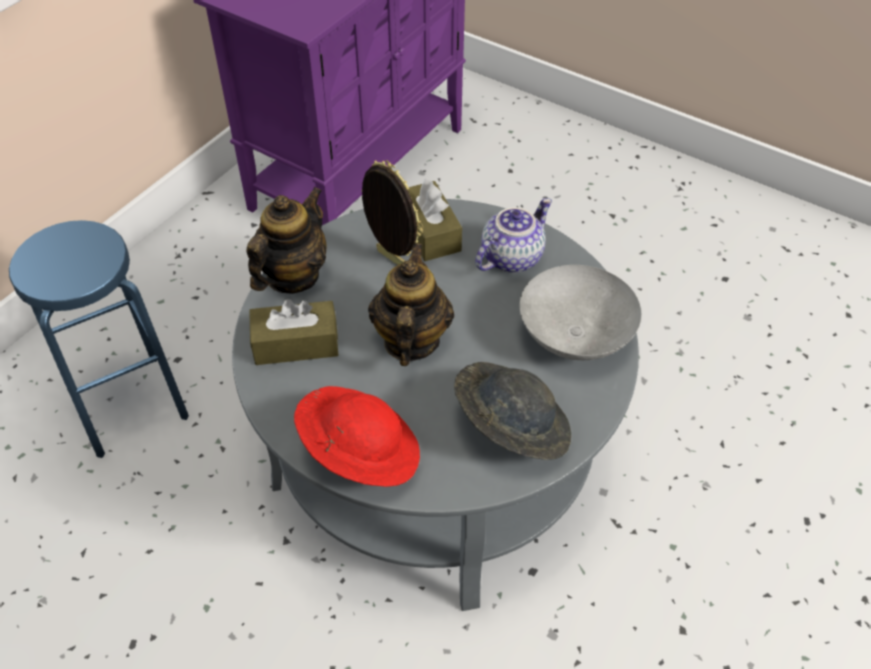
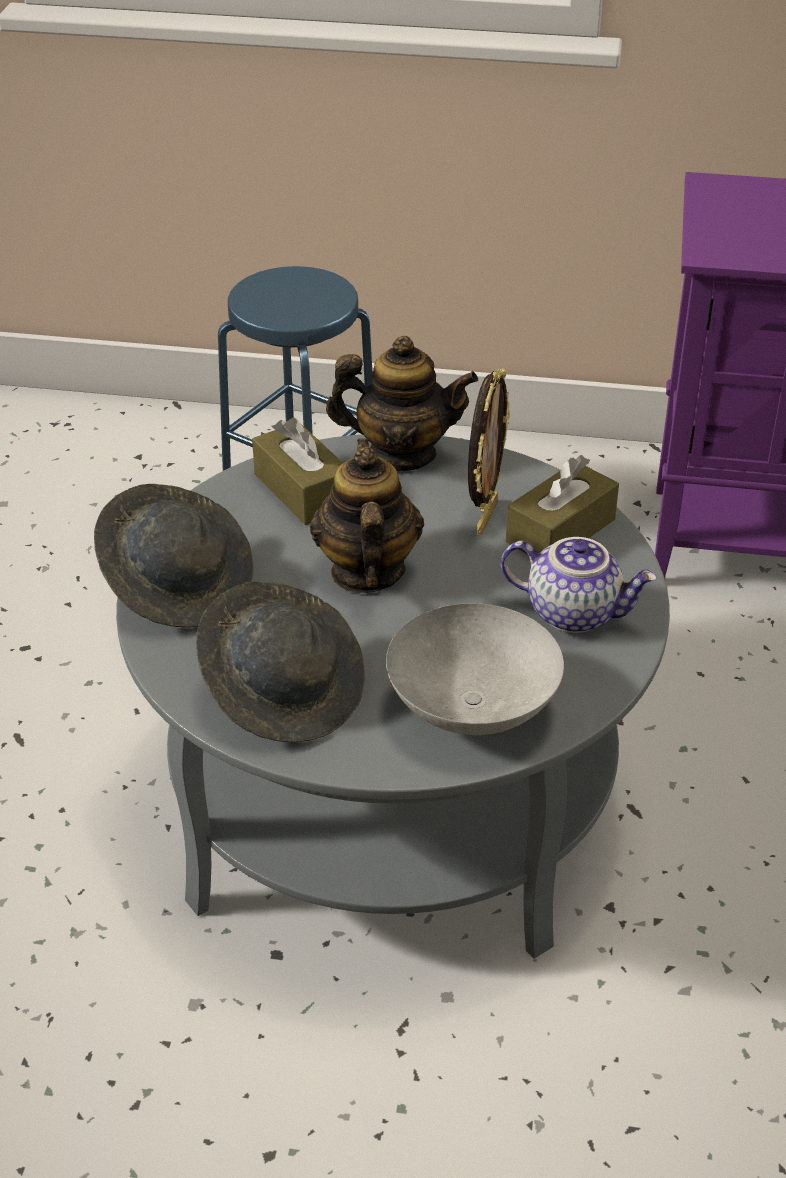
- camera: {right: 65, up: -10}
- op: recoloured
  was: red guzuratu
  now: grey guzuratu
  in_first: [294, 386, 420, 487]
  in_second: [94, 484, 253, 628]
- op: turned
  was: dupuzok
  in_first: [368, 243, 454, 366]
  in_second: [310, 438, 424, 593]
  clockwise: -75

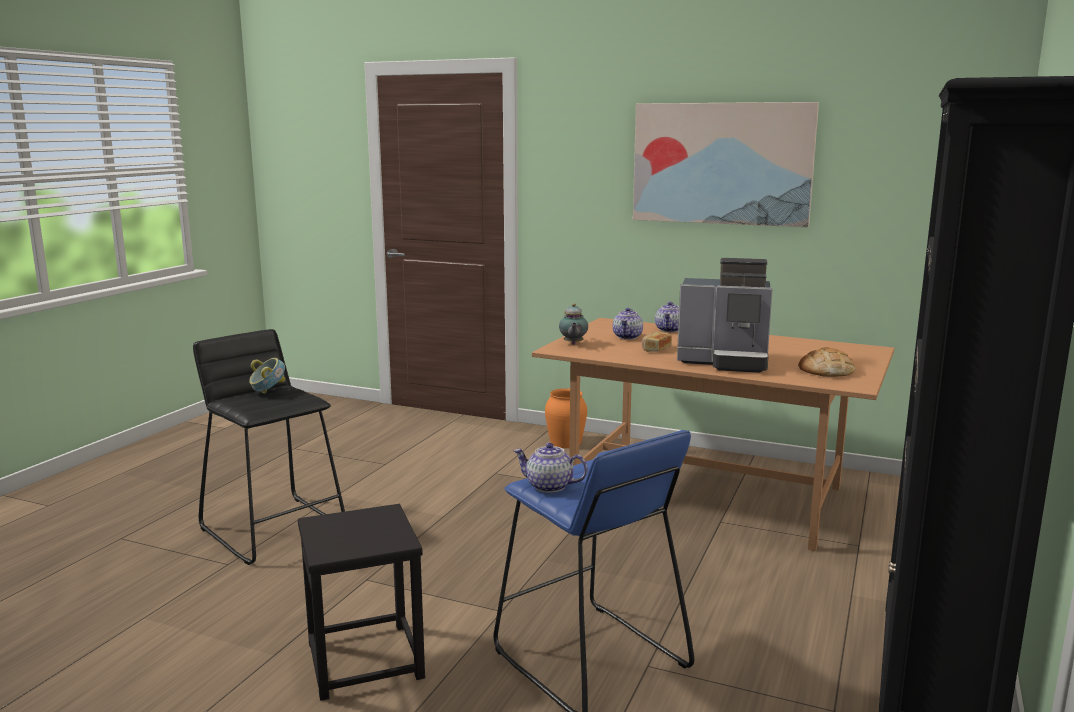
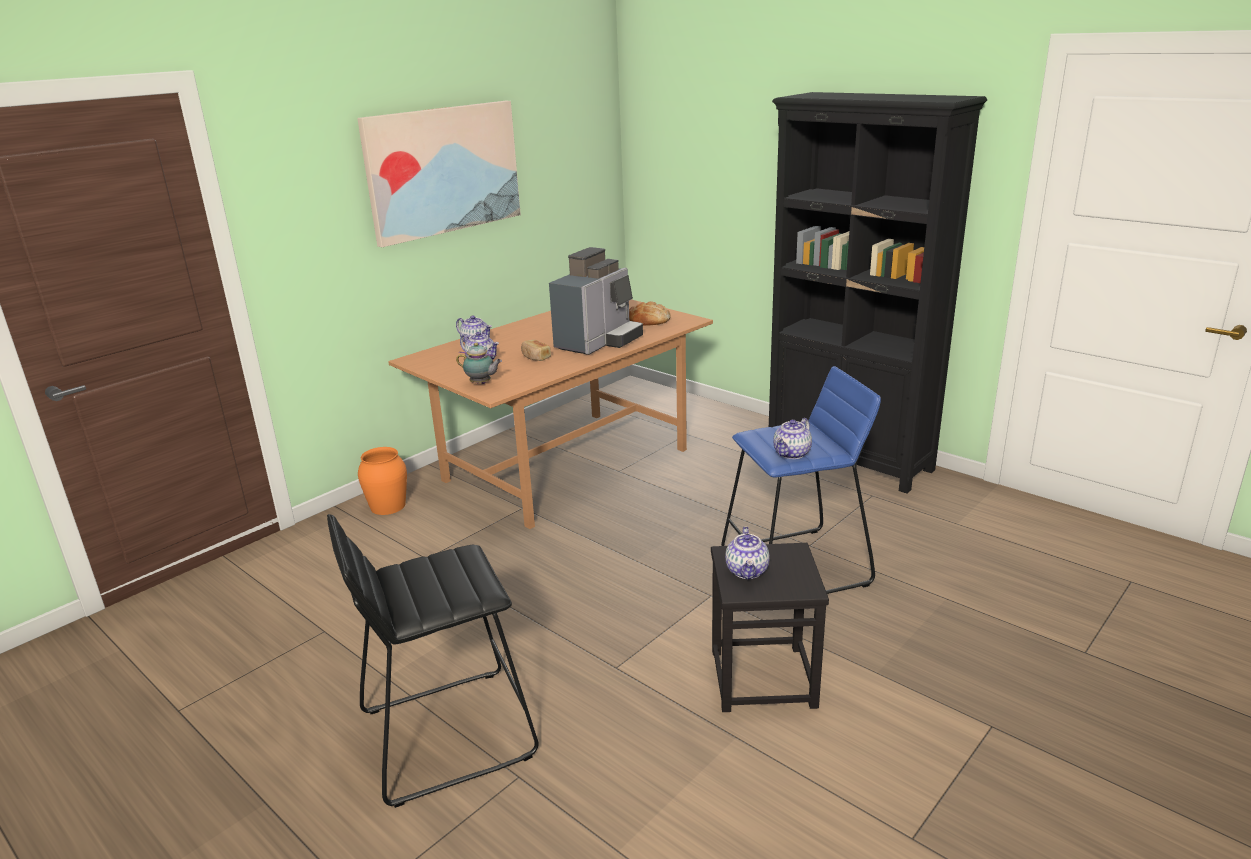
- camera: {right: -70, up: 10}
- op: removed
  was: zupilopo
  in_first: [249, 358, 285, 394]
- op: added
  now: dupuzok
  in_second: [725, 527, 770, 580]

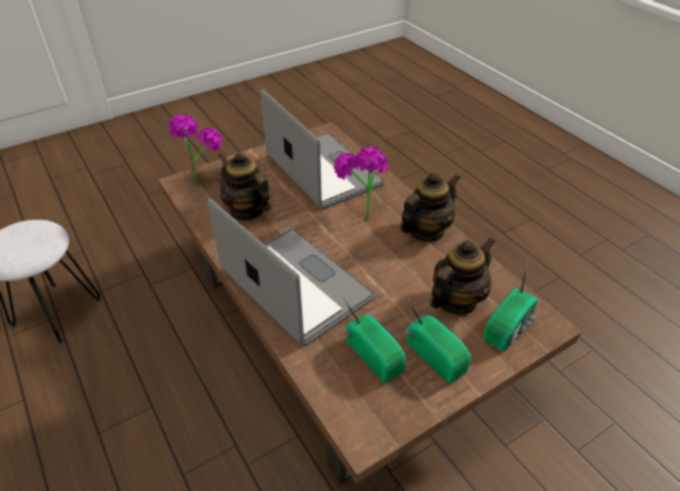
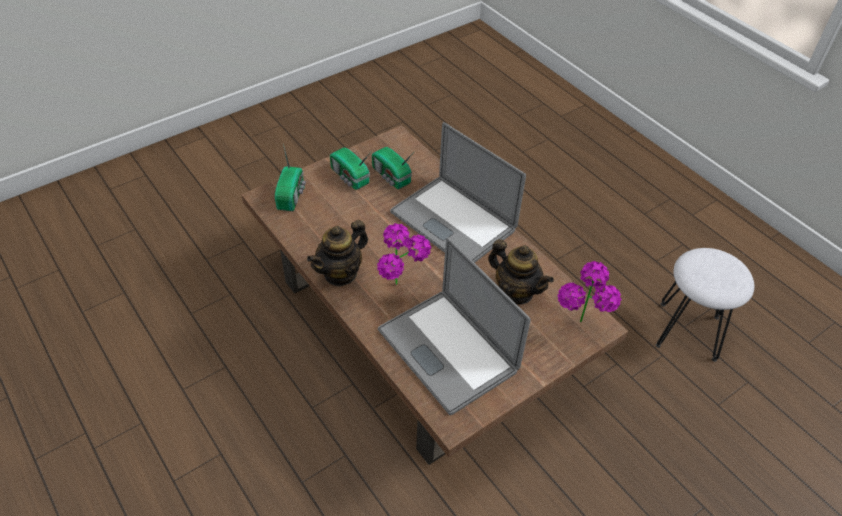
- camera: {right: 175, up: 5}
- op: removed
  was: dupuzok
  in_first: [430, 238, 495, 314]
- op: turned
  was: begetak
  in_first: [483, 259, 538, 351]
  in_second: [275, 143, 306, 211]
  clockwise: 150

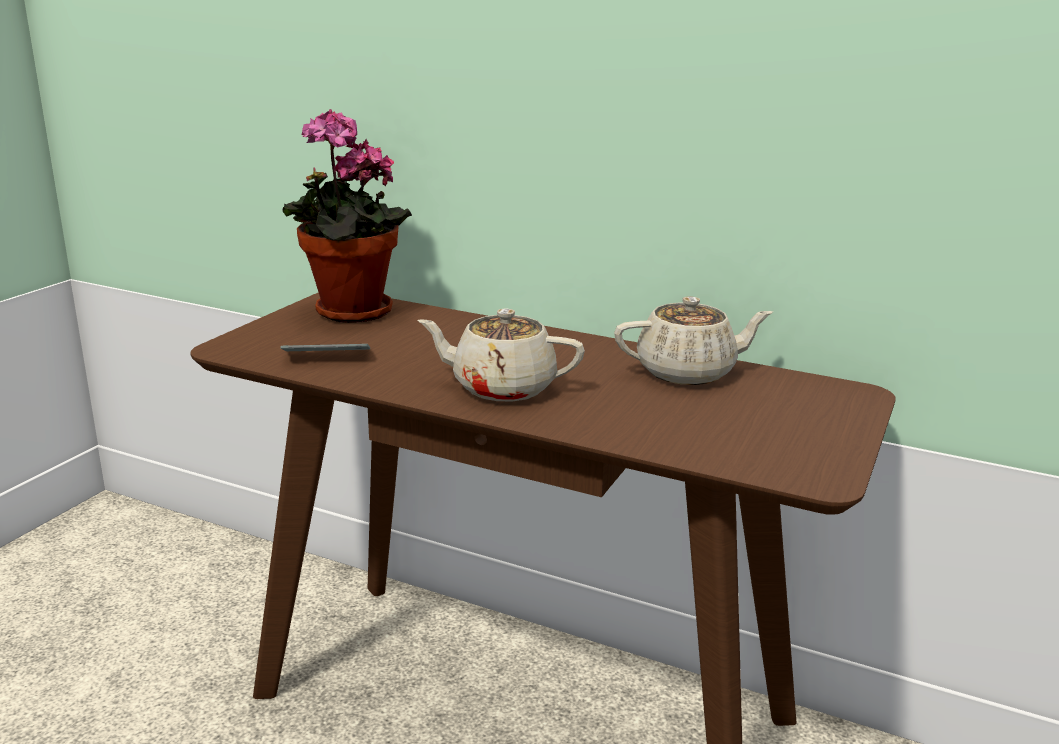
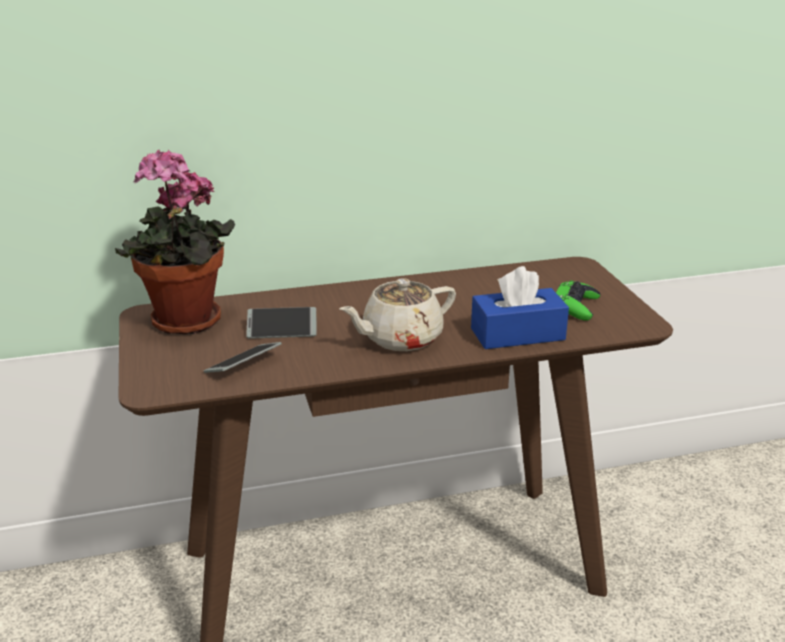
- camera: {right: -40, up: 5}
- op: removed
  was: beige dupuzok
  in_first: [614, 296, 773, 385]
- op: added
  now: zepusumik
  in_second: [246, 307, 317, 339]
- op: added
  now: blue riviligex
  in_second: [471, 266, 569, 349]
- op: added
  now: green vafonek
  in_second: [556, 281, 600, 321]

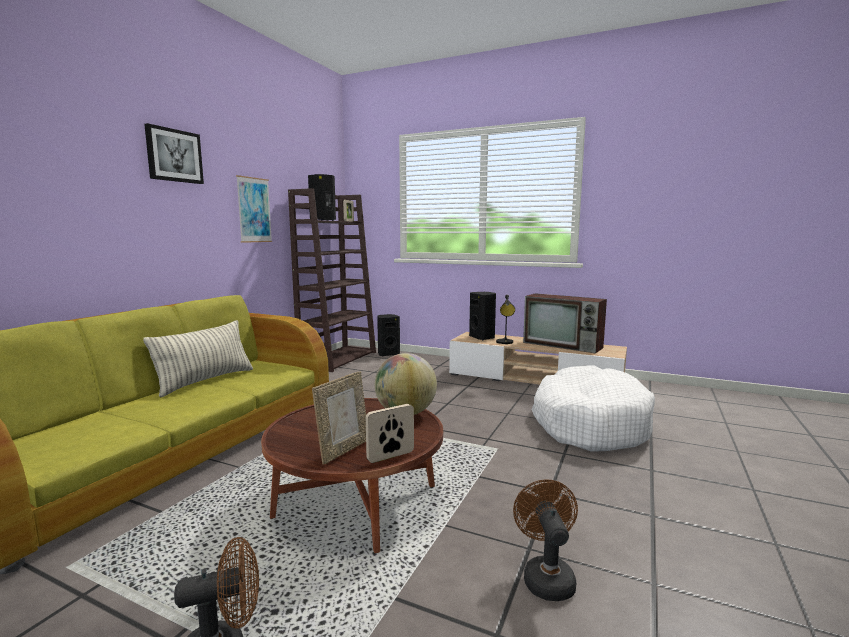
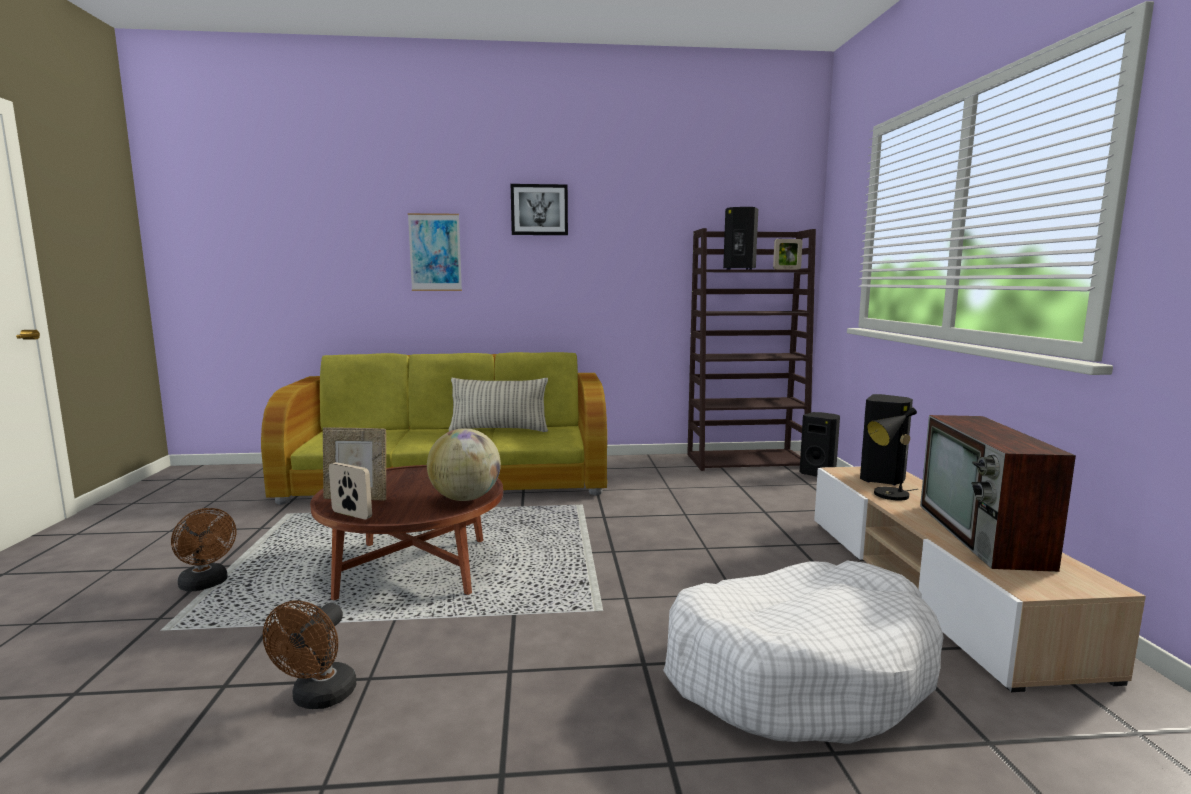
- camera: {right: 60, up: 0}
- op: moved
  was: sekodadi
  in_first: [236, 175, 272, 243]
  in_second: [408, 213, 462, 291]
- op: turned
  was: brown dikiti
  in_first: [513, 479, 578, 601]
  in_second: [263, 601, 356, 709]
  clockwise: 135

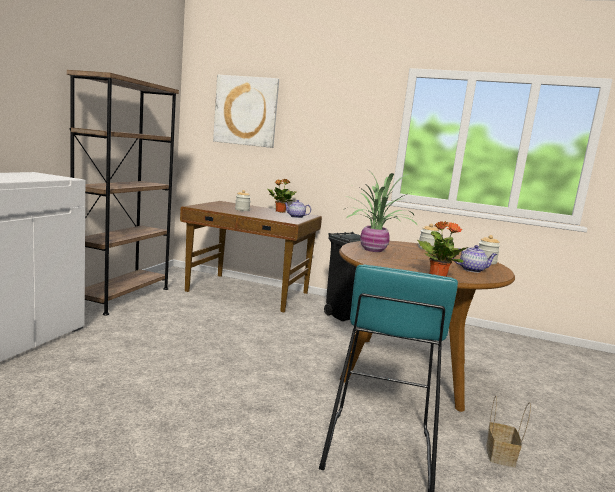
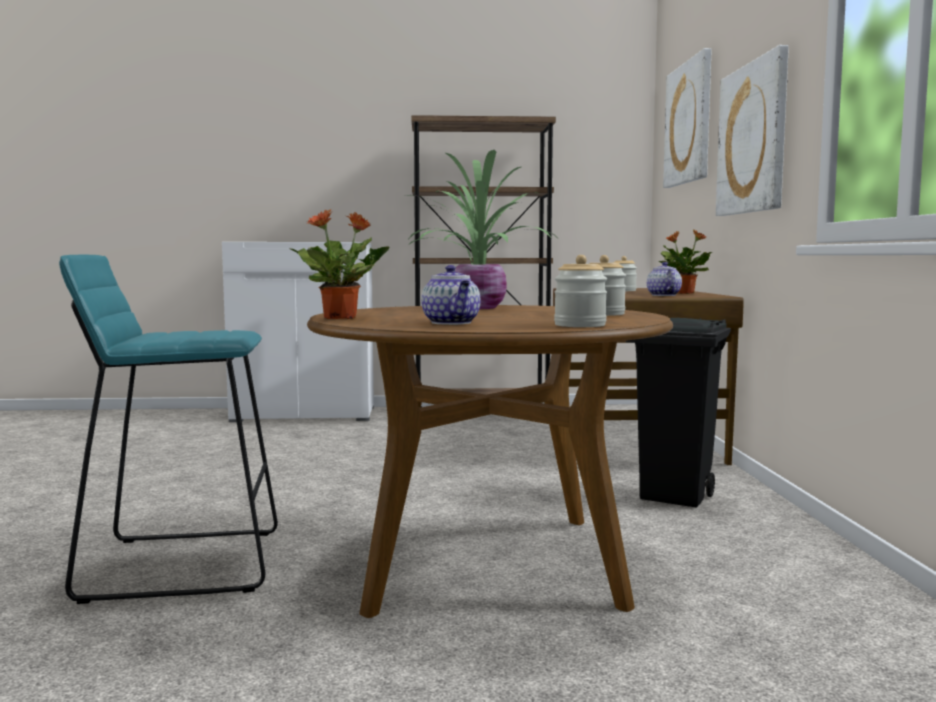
- camera: {right: 70, up: -5}
- op: removed
  was: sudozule
  in_first: [486, 396, 531, 467]
- op: added
  now: sekodadi
  in_second: [716, 45, 789, 216]

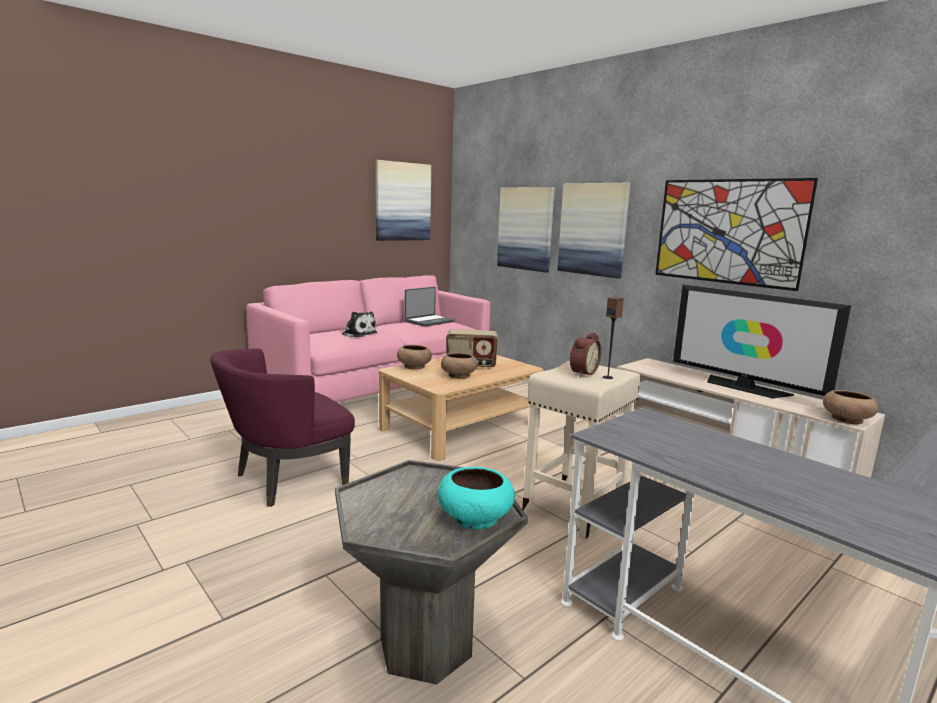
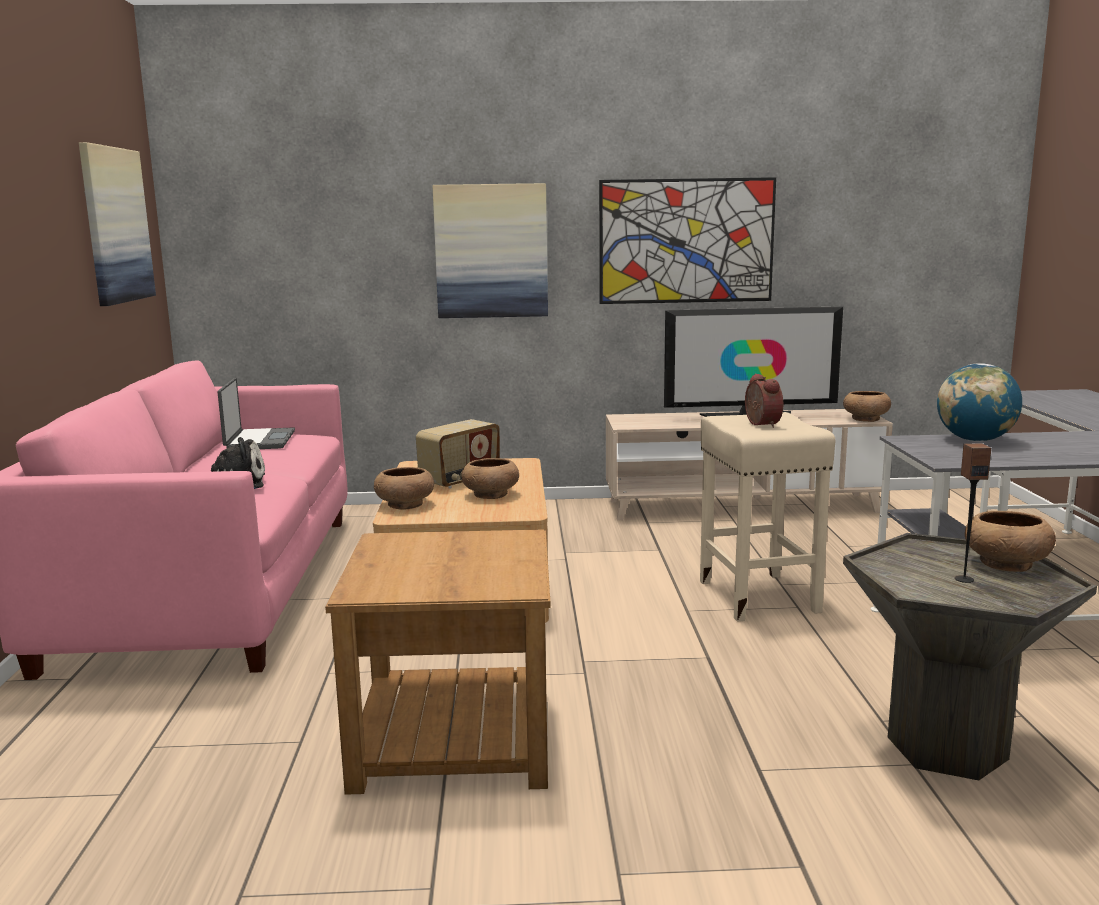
- camera: {right: -50, up: 0}
- op: replaced
  was: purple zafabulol
  now: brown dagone
  in_first: [210, 349, 355, 507]
  in_second: [325, 529, 551, 795]
- op: recoloured
  was: turquoise zupilopo
  now: brown zupilopo
  in_first: [437, 467, 515, 529]
  in_second: [965, 511, 1056, 572]
- op: removed
  was: sekodadi
  in_first: [497, 187, 554, 273]
- op: moved
  was: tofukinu
  in_first: [603, 297, 624, 379]
  in_second: [955, 443, 991, 583]
- op: added
  now: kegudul
  in_second: [937, 363, 1022, 442]

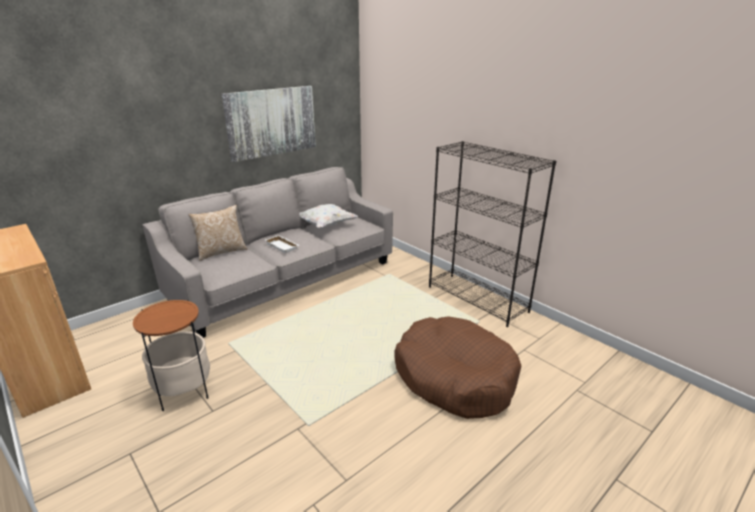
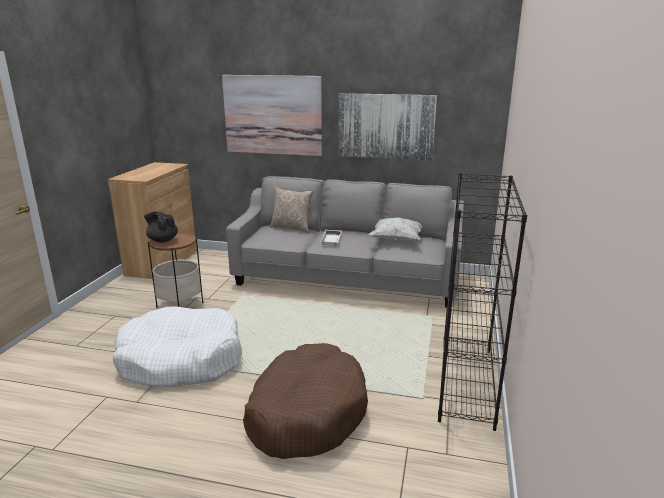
- camera: {right: 55, up: -5}
- op: added
  now: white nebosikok
  in_second: [113, 306, 242, 388]
- op: added
  now: black dupuzok
  in_second: [144, 211, 178, 243]
- op: added
  now: sekodadi
  in_second: [222, 75, 322, 156]

